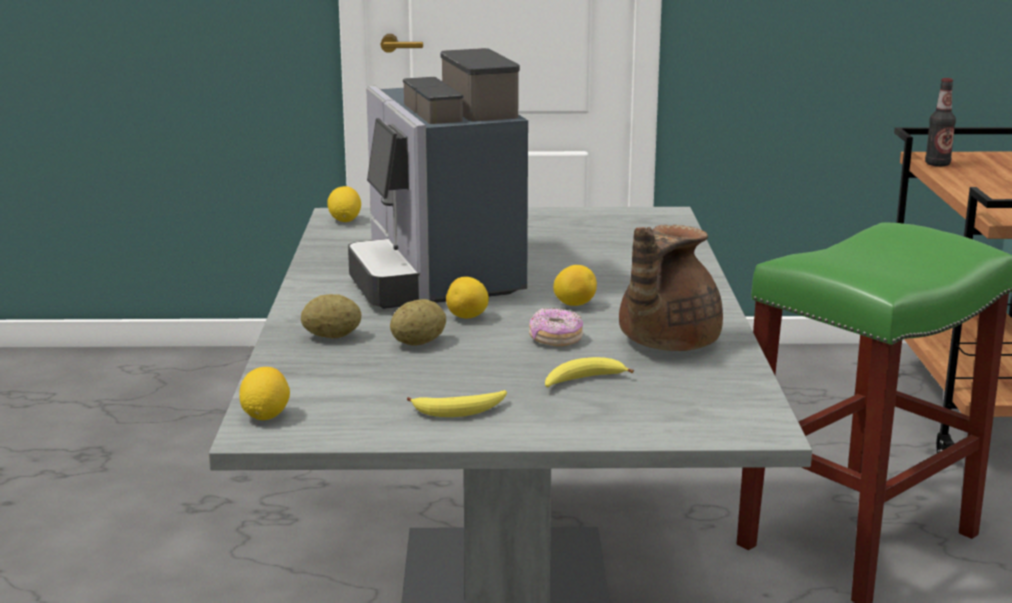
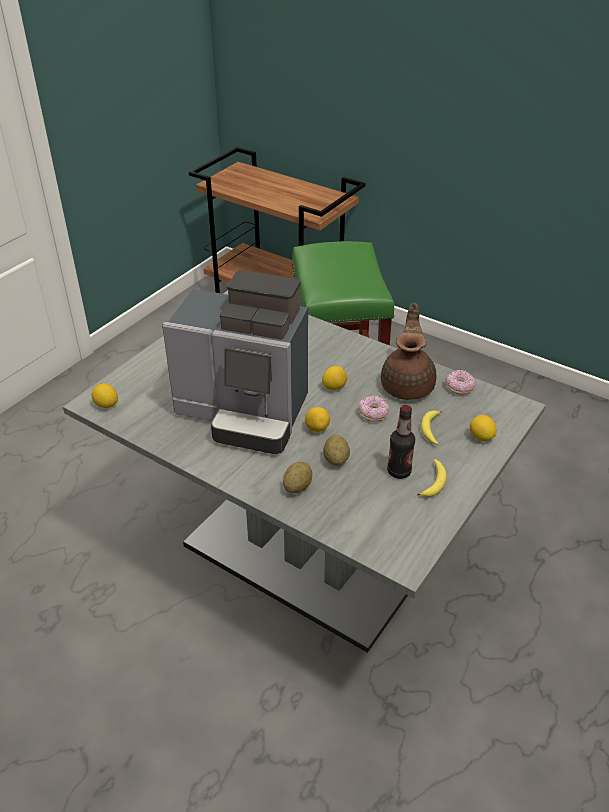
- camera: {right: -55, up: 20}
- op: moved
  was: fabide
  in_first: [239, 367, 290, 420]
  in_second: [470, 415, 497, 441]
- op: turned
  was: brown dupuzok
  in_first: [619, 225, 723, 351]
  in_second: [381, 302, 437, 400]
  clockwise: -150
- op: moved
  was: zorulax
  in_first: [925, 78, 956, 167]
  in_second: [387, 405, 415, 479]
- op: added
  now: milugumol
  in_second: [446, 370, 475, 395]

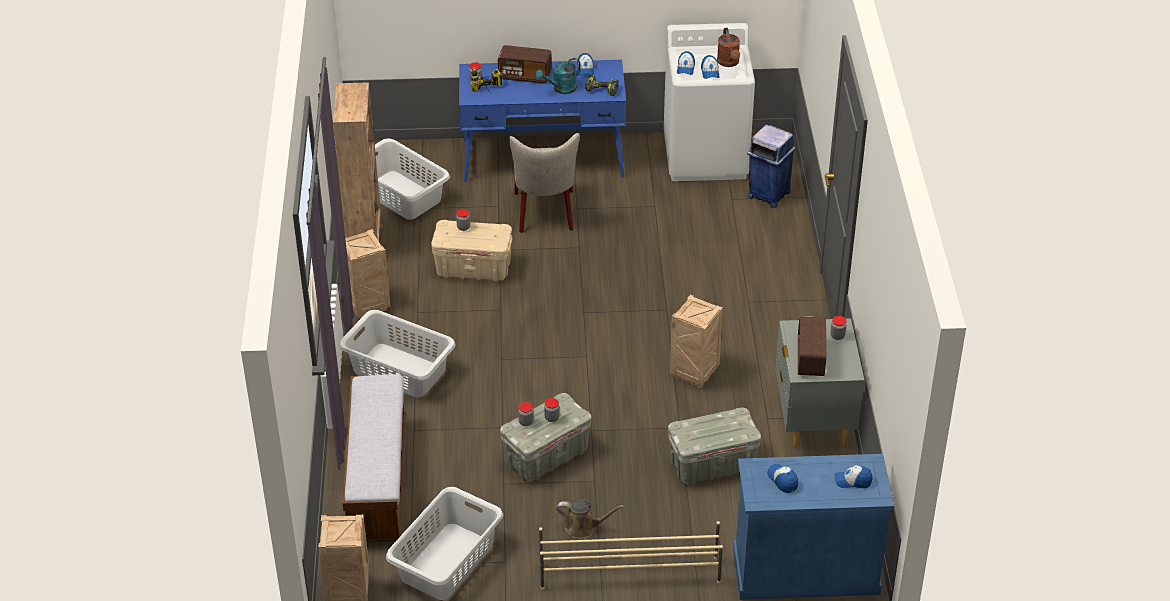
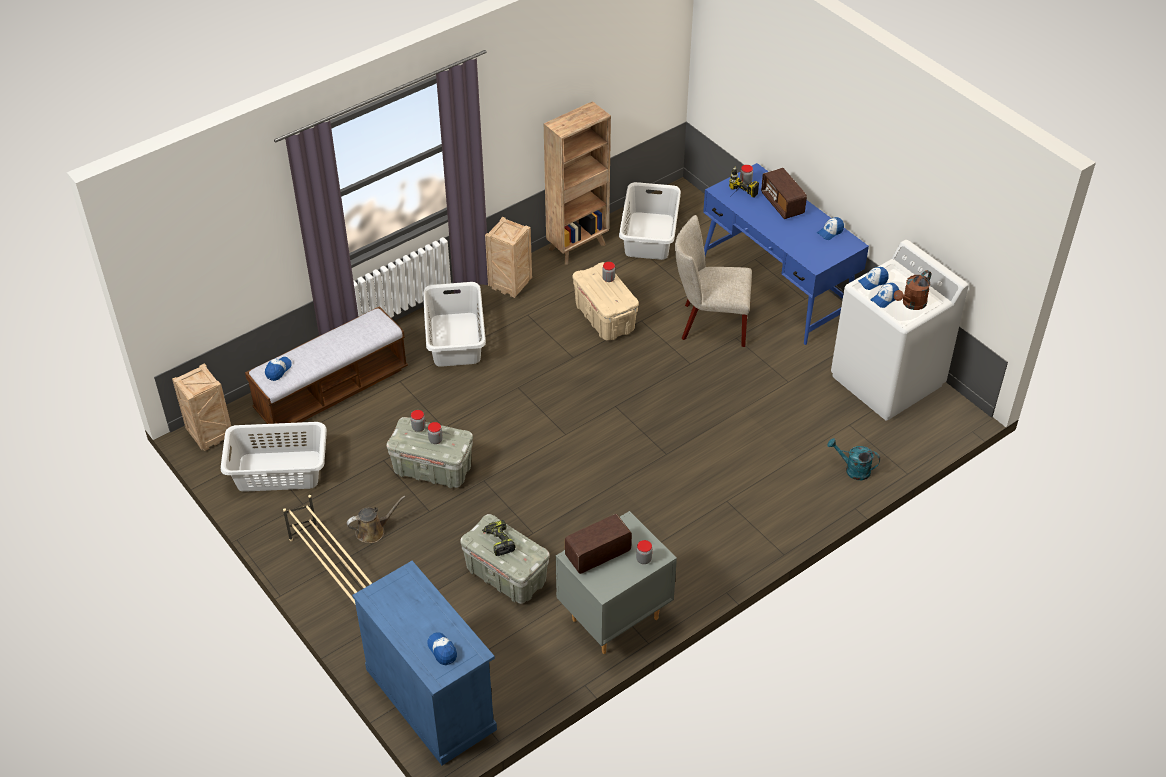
- camera: {right: 55, up: 5}
- op: turned
  was: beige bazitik
  in_first: [509, 133, 580, 233]
  in_second: [675, 215, 752, 347]
  clockwise: 45
- op: moved
  was: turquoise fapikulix
  in_first: [535, 58, 581, 94]
  in_second: [827, 438, 880, 480]
- op: turned
  was: brown fapikulix
  in_first: [556, 499, 624, 539]
  in_second: [347, 496, 406, 543]
  clockwise: -90
- op: moved
  was: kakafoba
  in_first: [585, 76, 618, 96]
  in_second: [482, 520, 516, 556]
- op: removed
  was: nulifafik
  in_first: [670, 294, 723, 388]
- op: removed
  was: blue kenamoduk
  in_first: [747, 125, 796, 208]
- op: moved
  was: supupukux
  in_first: [767, 464, 799, 493]
  in_second: [265, 357, 292, 381]

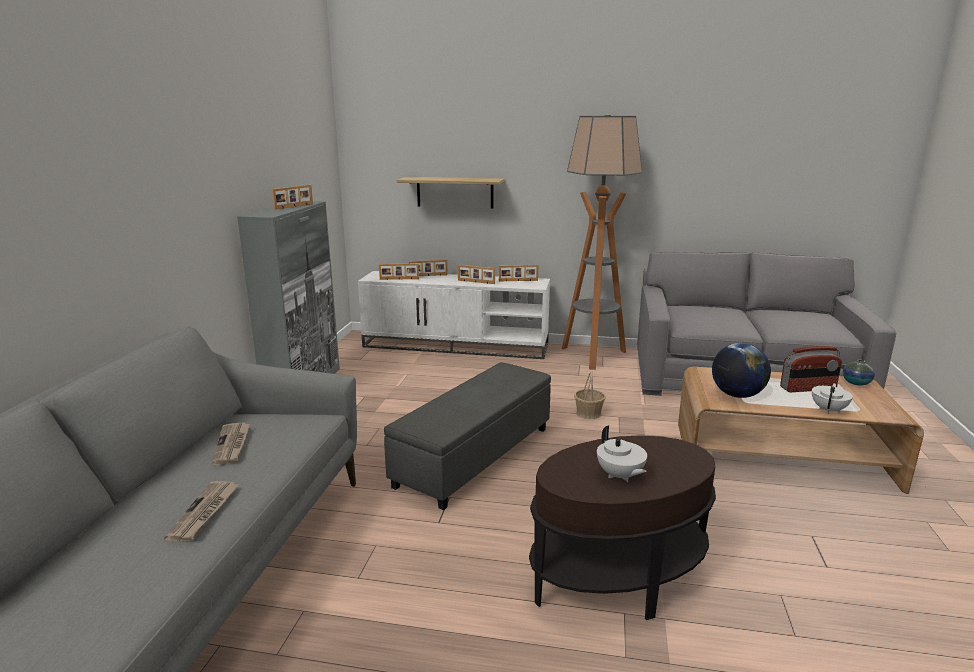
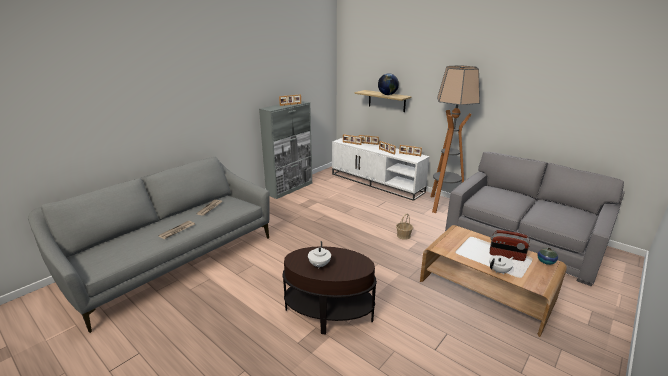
- camera: {right: 30, up: 5}
- op: removed
  was: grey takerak
  in_first: [384, 363, 551, 510]
- op: moved
  was: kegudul
  in_first: [712, 343, 771, 398]
  in_second: [378, 73, 399, 95]

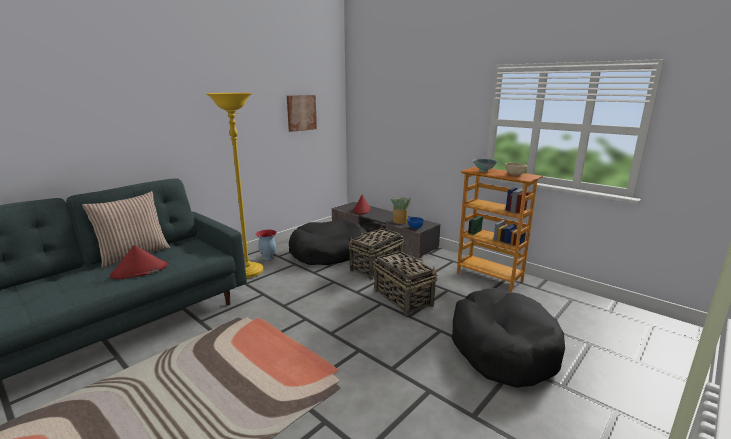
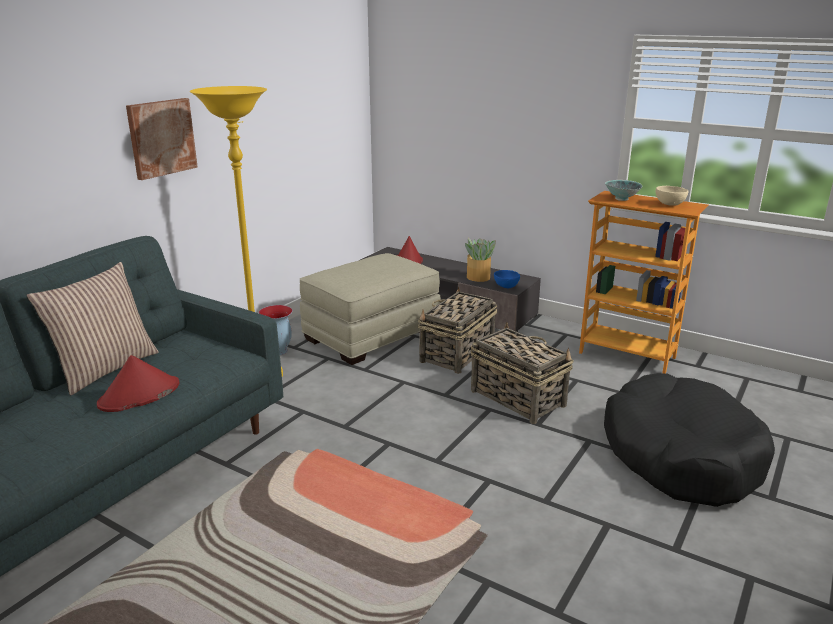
- camera: {right: -10, up: 5}
- op: moved
  was: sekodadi
  in_first: [287, 95, 317, 132]
  in_second: [126, 98, 198, 180]
- op: replaced
  was: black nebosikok
  now: beige takerak
  in_first: [289, 219, 367, 265]
  in_second: [300, 253, 441, 365]

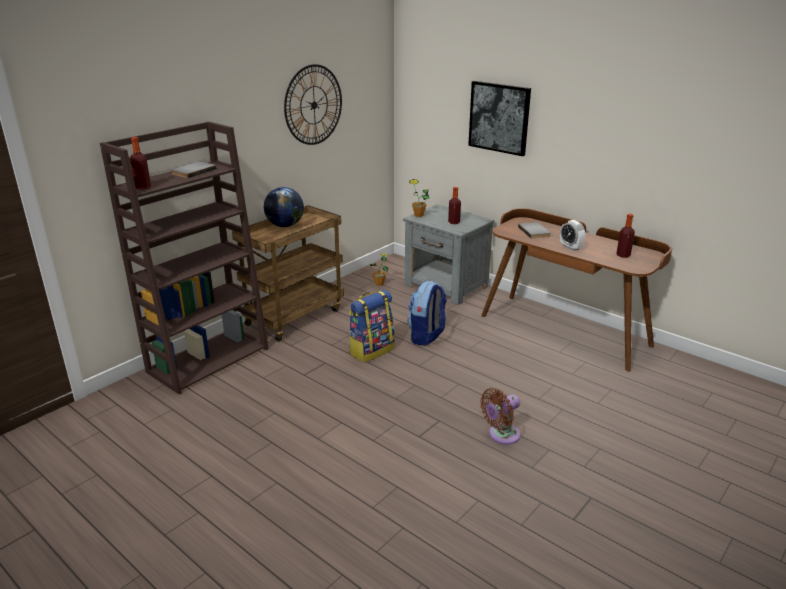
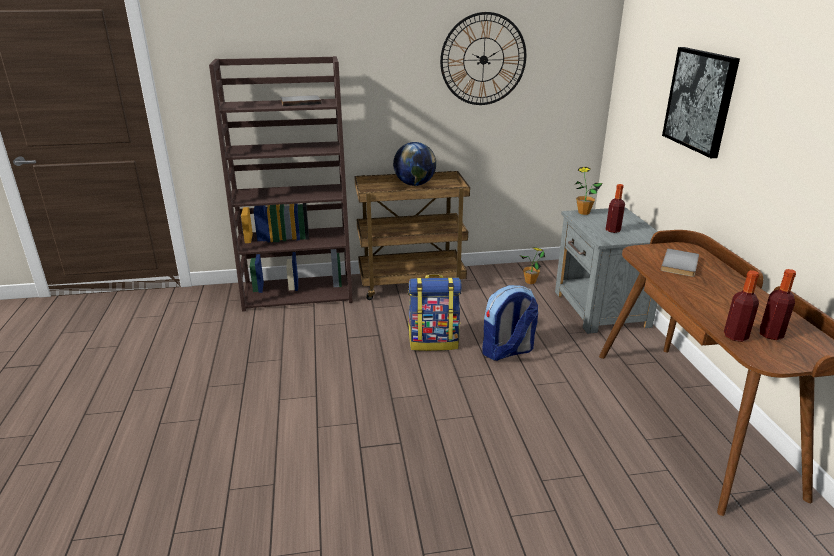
- camera: {right: 40, up: 0}
- op: moved
  was: zorulax
  in_first: [130, 137, 151, 190]
  in_second: [724, 270, 759, 342]
- op: removed
  was: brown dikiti
  in_first: [480, 388, 521, 445]
- op: removed
  was: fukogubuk
  in_first: [560, 220, 585, 251]

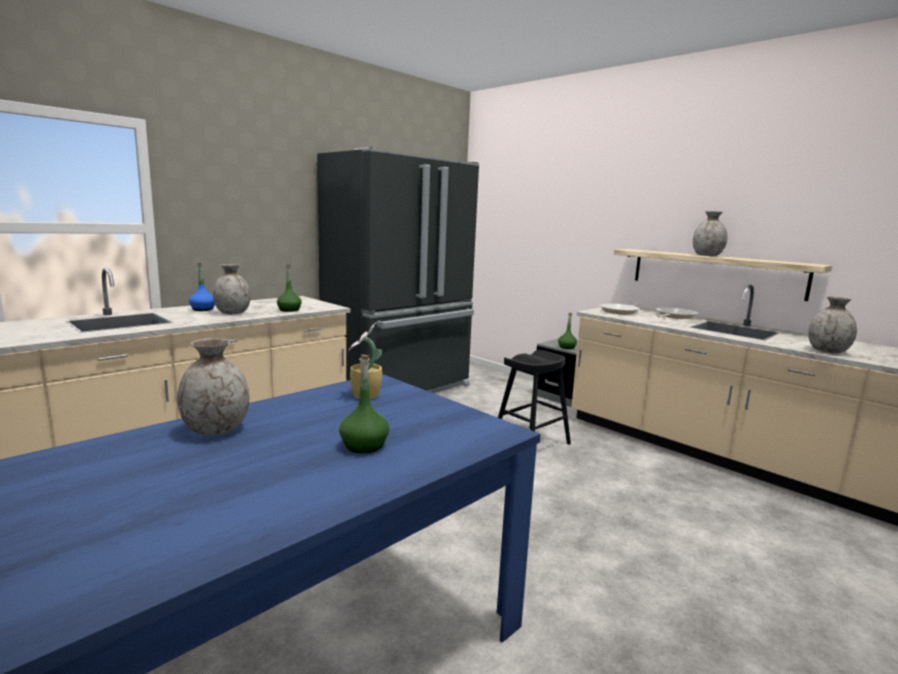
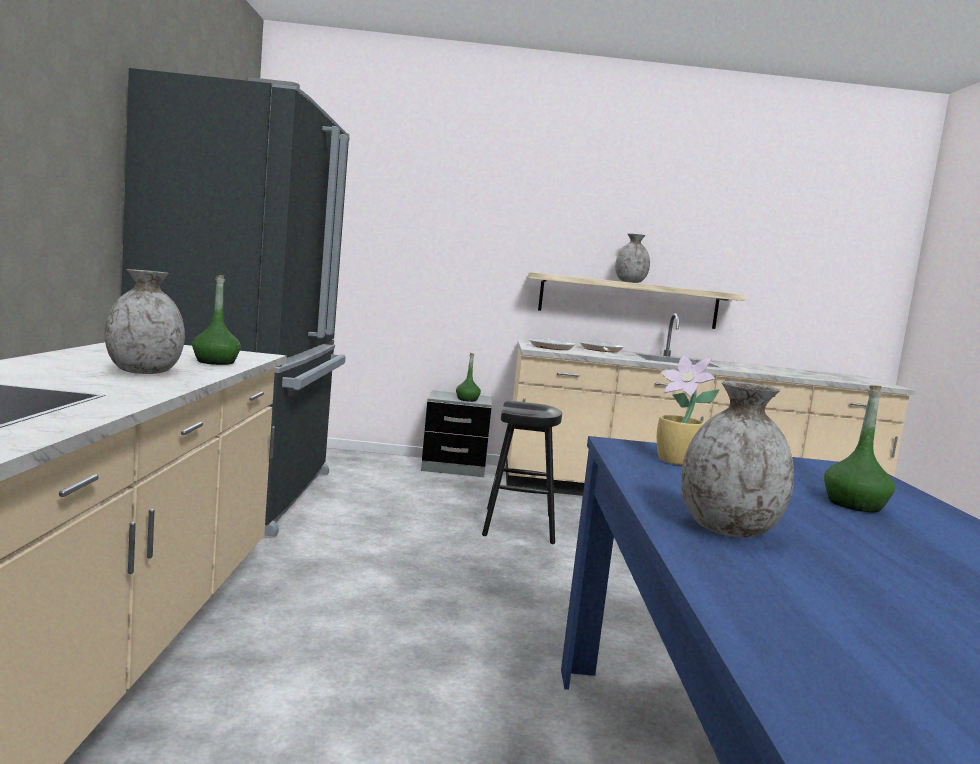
- camera: {right: -45, up: -5}
- op: removed
  was: blue zorulax
  in_first: [189, 262, 215, 311]
- op: removed
  was: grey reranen
  in_first: [808, 296, 857, 353]

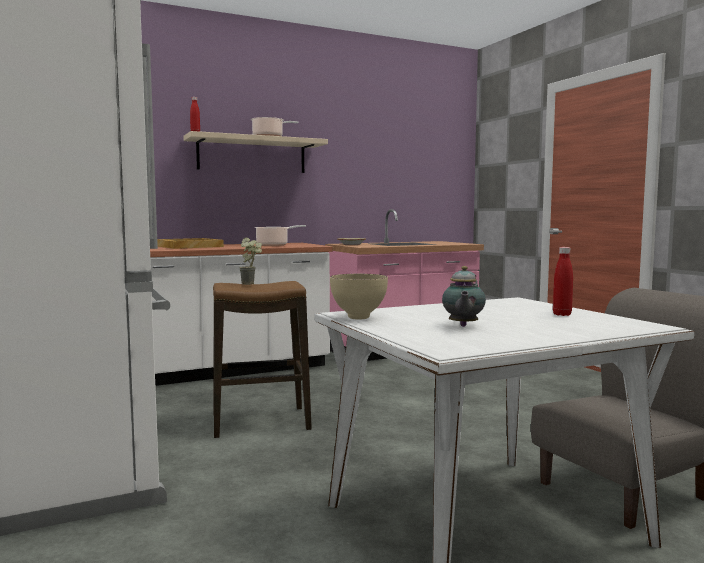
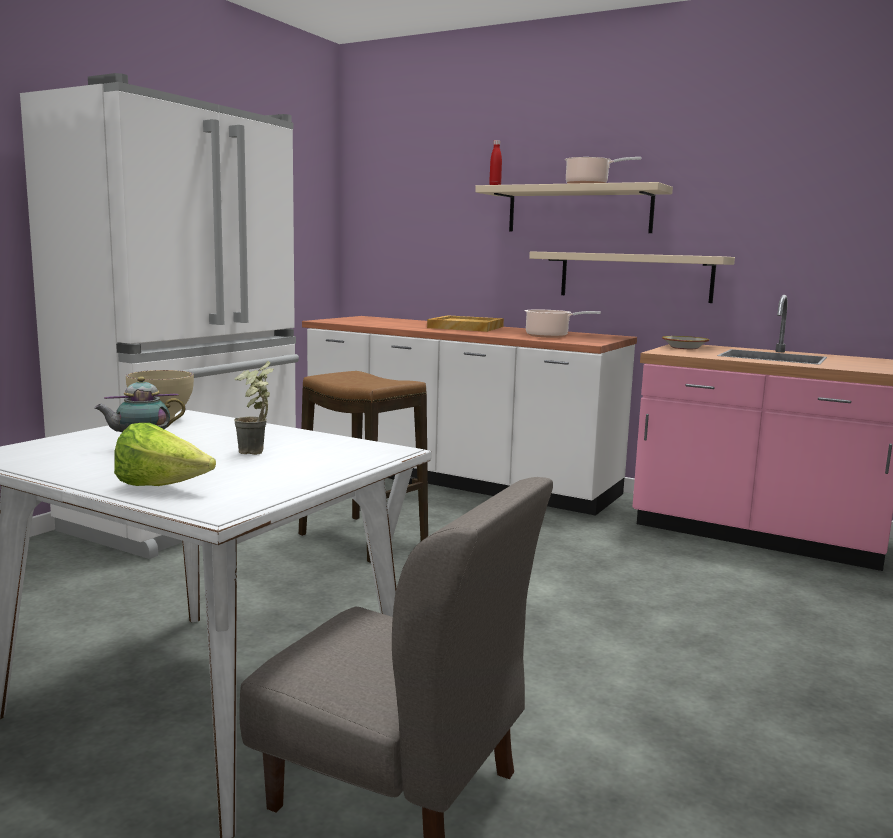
- camera: {right: 55, up: 5}
- op: moved
  was: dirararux
  in_first: [239, 238, 262, 285]
  in_second: [234, 361, 274, 455]
- op: removed
  was: red zorulax
  in_first: [553, 247, 573, 316]
- op: added
  now: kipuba
  in_second: [114, 423, 216, 486]
- op: added
  now: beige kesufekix
  in_second: [529, 251, 735, 303]

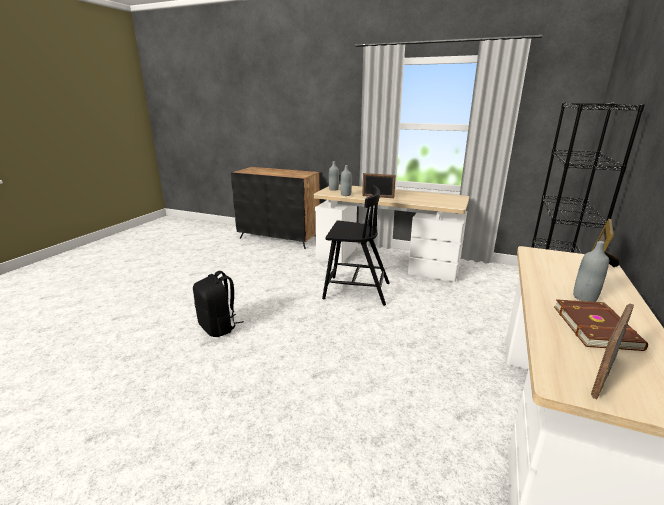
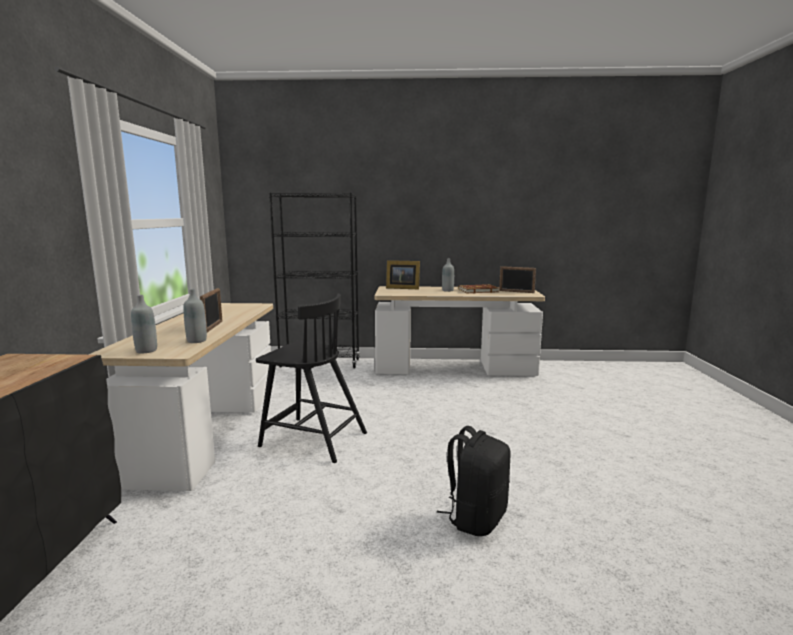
- camera: {right: -110, up: -10}
- op: turned
  was: black bazitik
  in_first: [322, 186, 390, 306]
  in_second: [256, 294, 367, 463]
  clockwise: 120

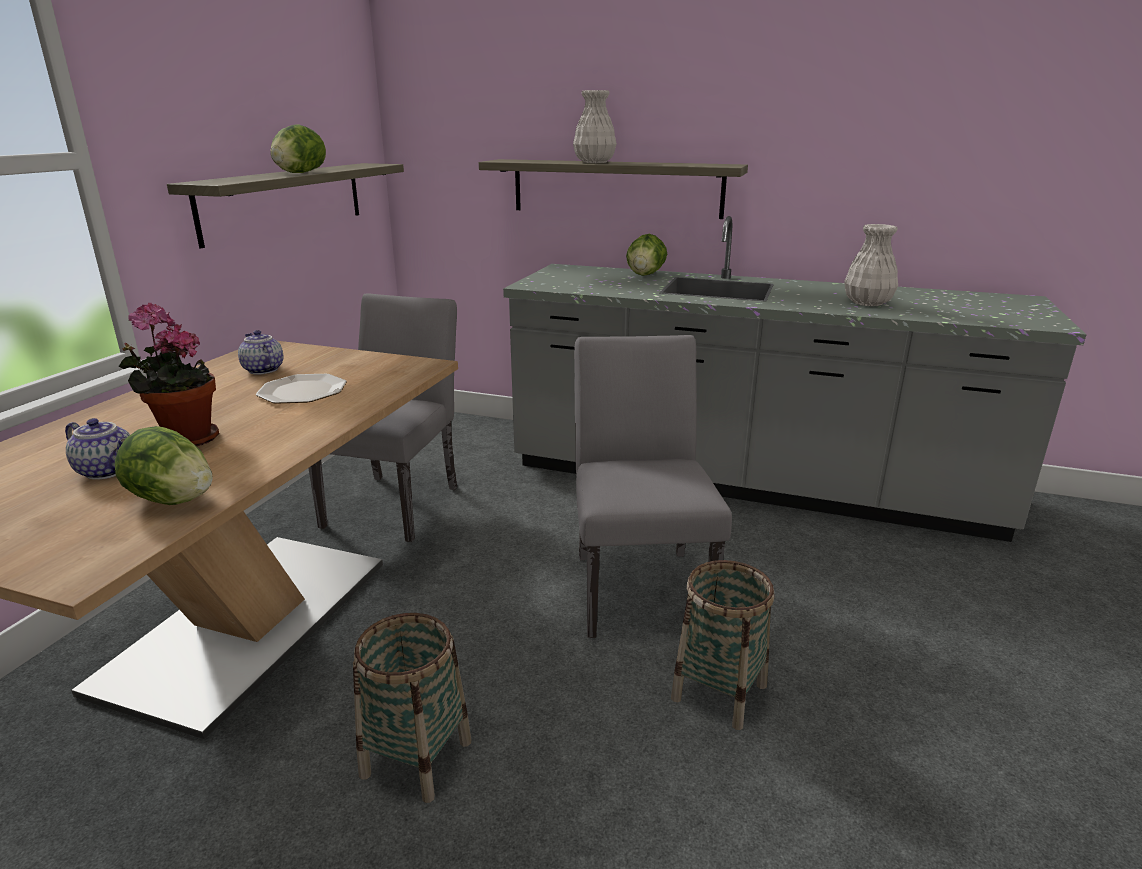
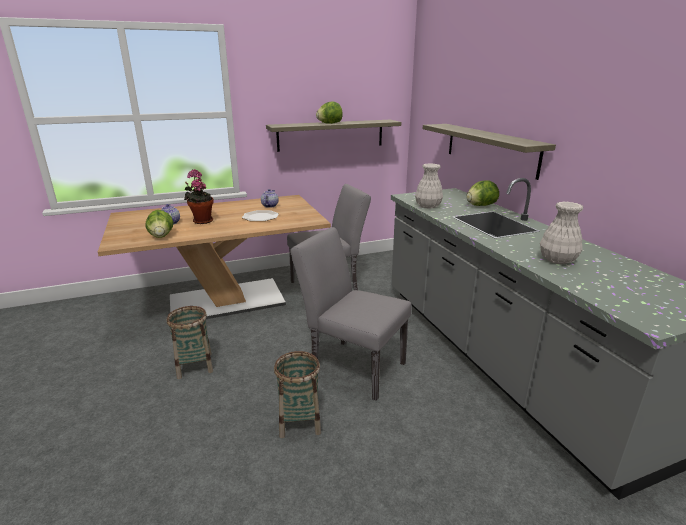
- camera: {right: 50, up: 0}
- op: moved
  was: white reranen
  in_first: [573, 90, 617, 163]
  in_second: [415, 163, 443, 208]
- op: turned
  was: grey bazitik
  in_first: [574, 335, 732, 638]
  in_second: [290, 227, 411, 401]
  clockwise: -105

